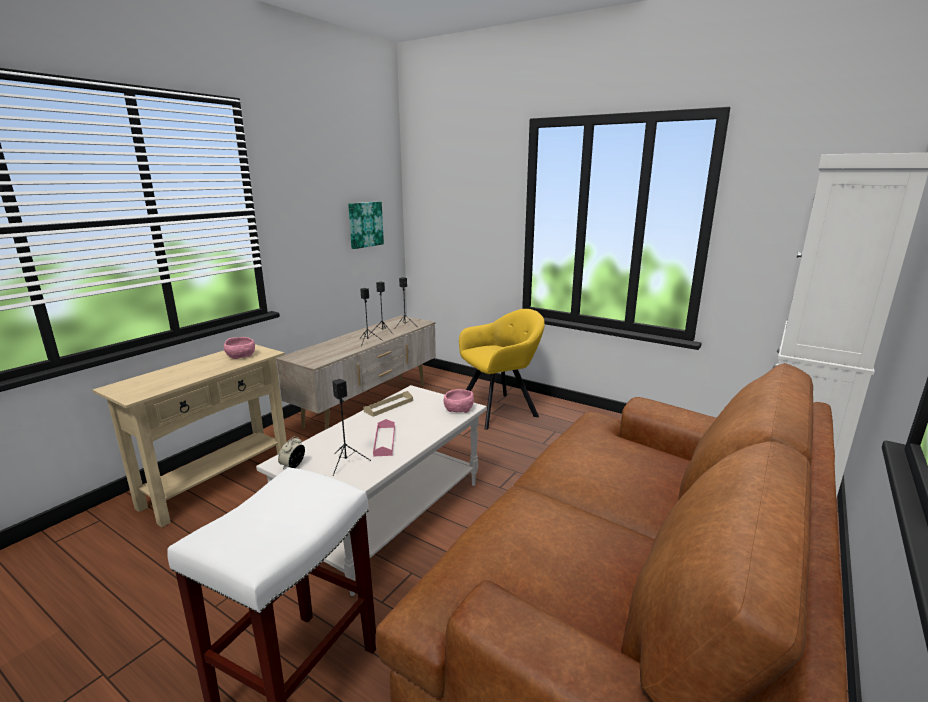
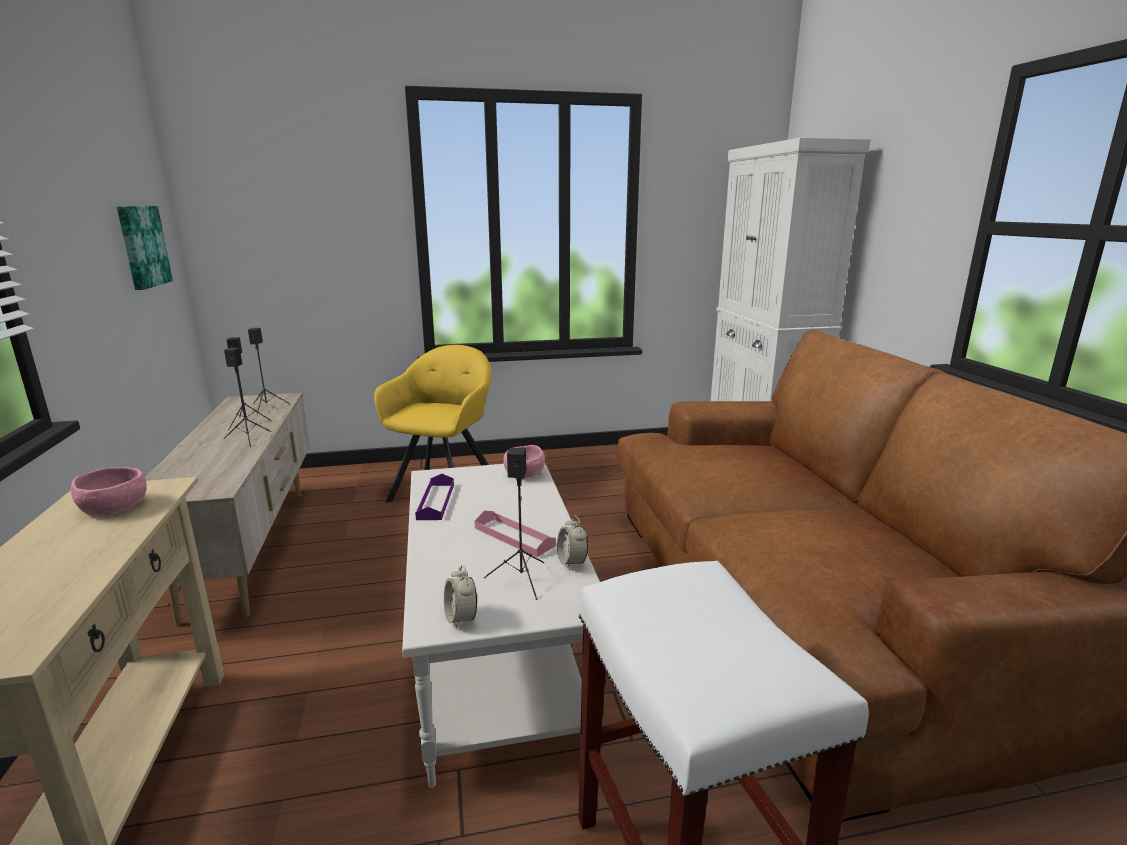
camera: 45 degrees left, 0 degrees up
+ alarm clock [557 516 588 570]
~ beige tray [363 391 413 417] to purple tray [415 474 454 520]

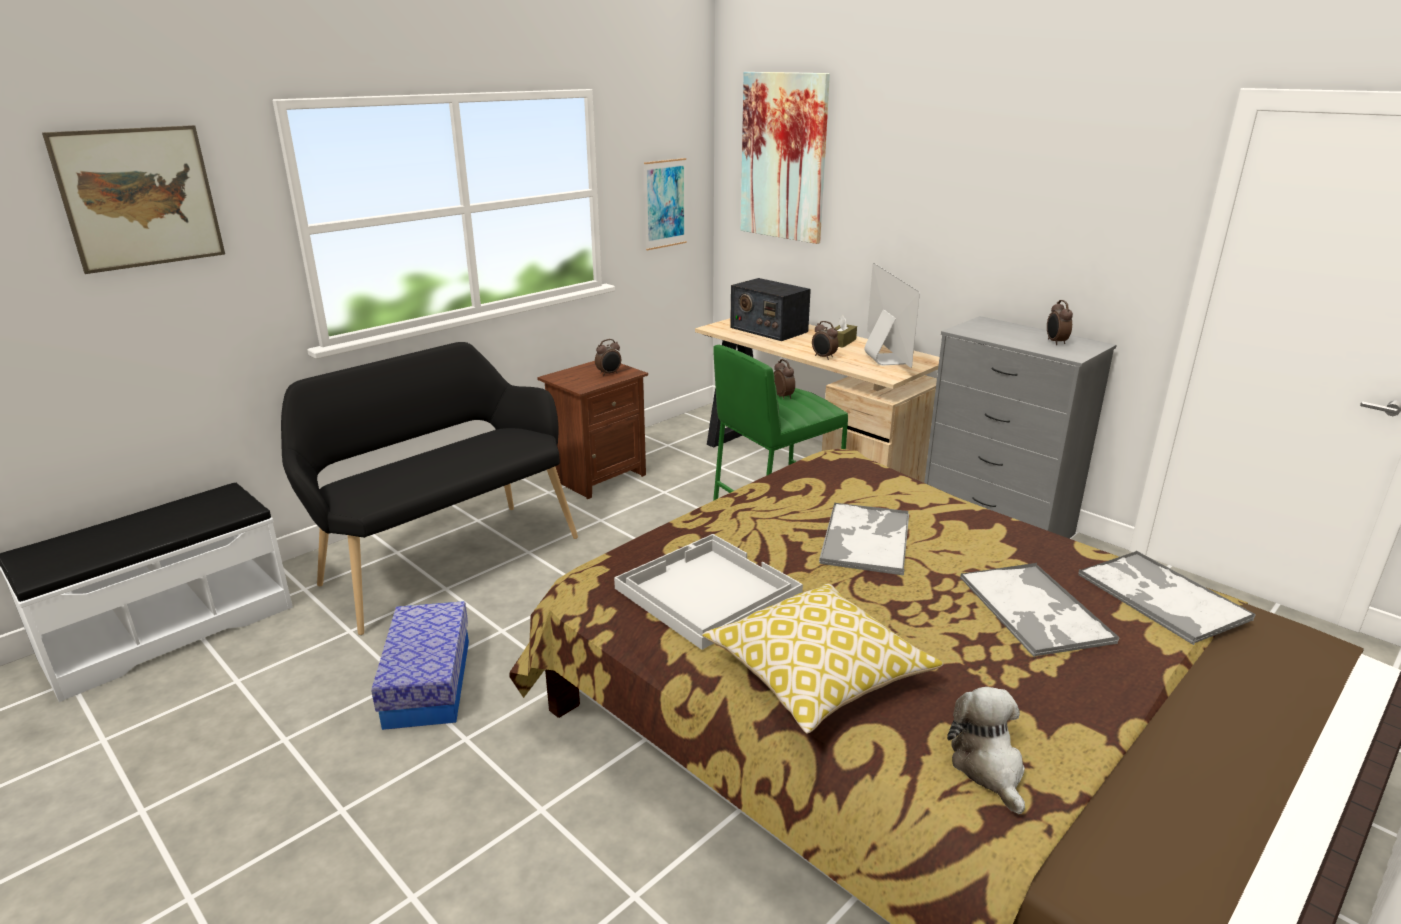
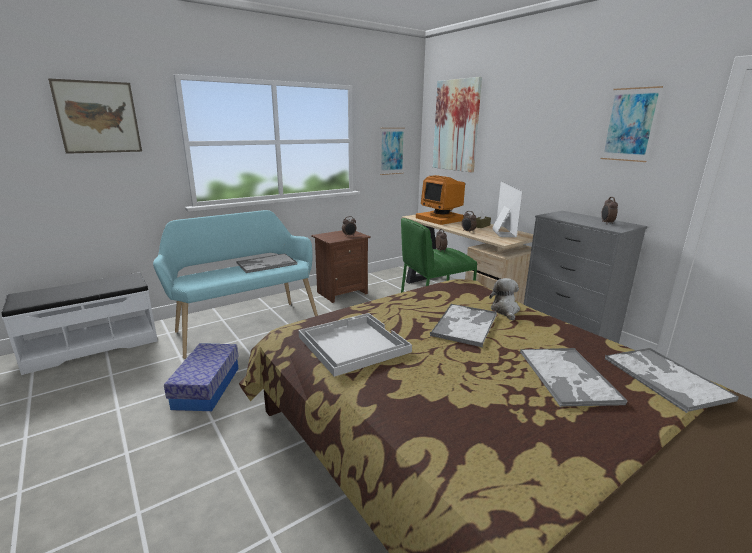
camera: 10 degrees right, 5 degrees down
- pillow [702 584 943 734]
+ tray [236 253 298 273]
+ picture [601 86 663 162]
~ plush toy [947 687 1025 815] to [489 278 520 321]
~ radio [730 278 811 341] to monitor [416 175 465 225]
~ black bench [281 342 578 635] to turquoise bench [153 210 318 359]

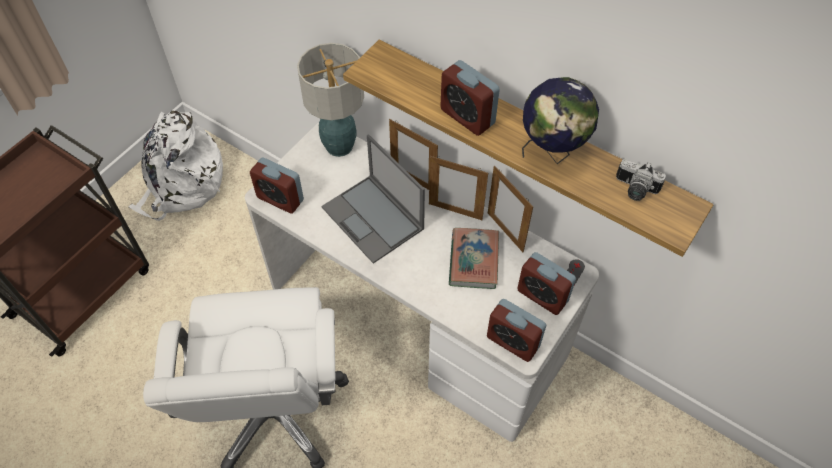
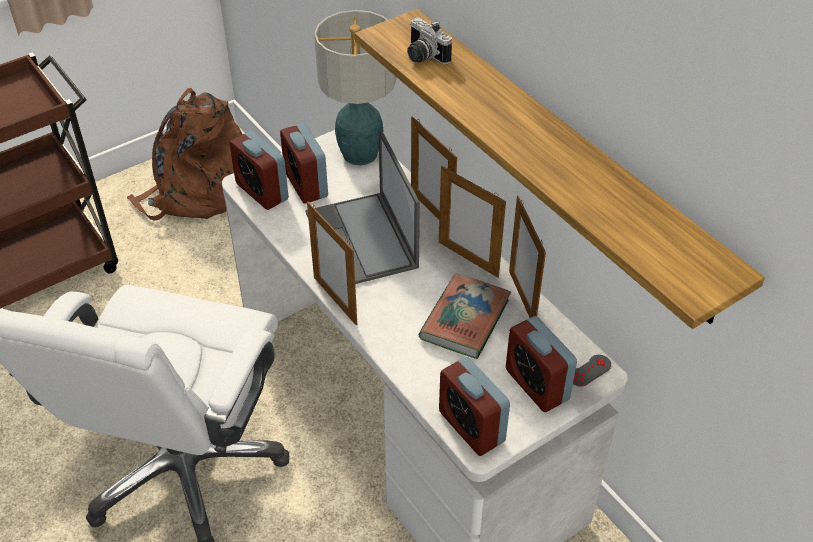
camera: 20 degrees right, 10 degrees down
- globe [522 77 599 164]
+ picture frame [307 202 357 326]
~ alarm clock [440 60 500 136] to [280 123 328 204]
~ photo camera [616 159 666 201] to [407 17 452 64]
~ white backpack [129 110 223 221] to brown backpack [127 88 242 220]

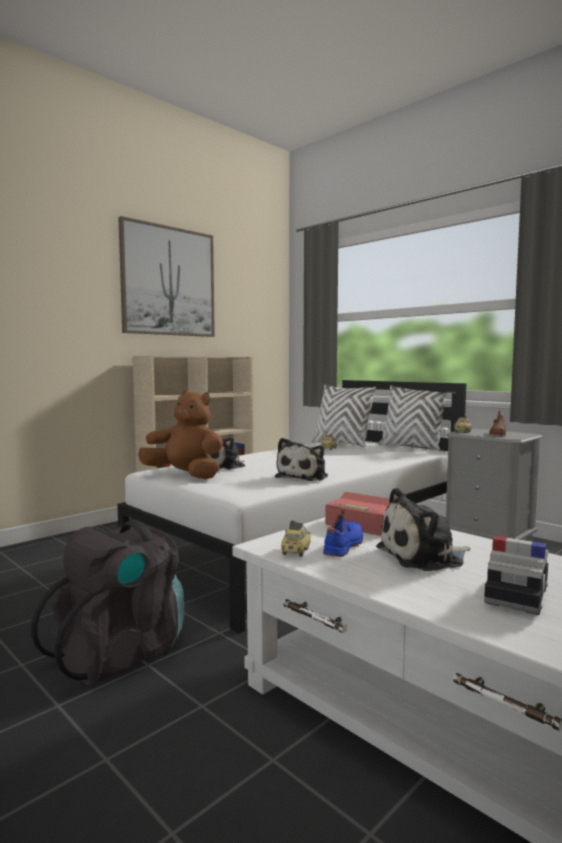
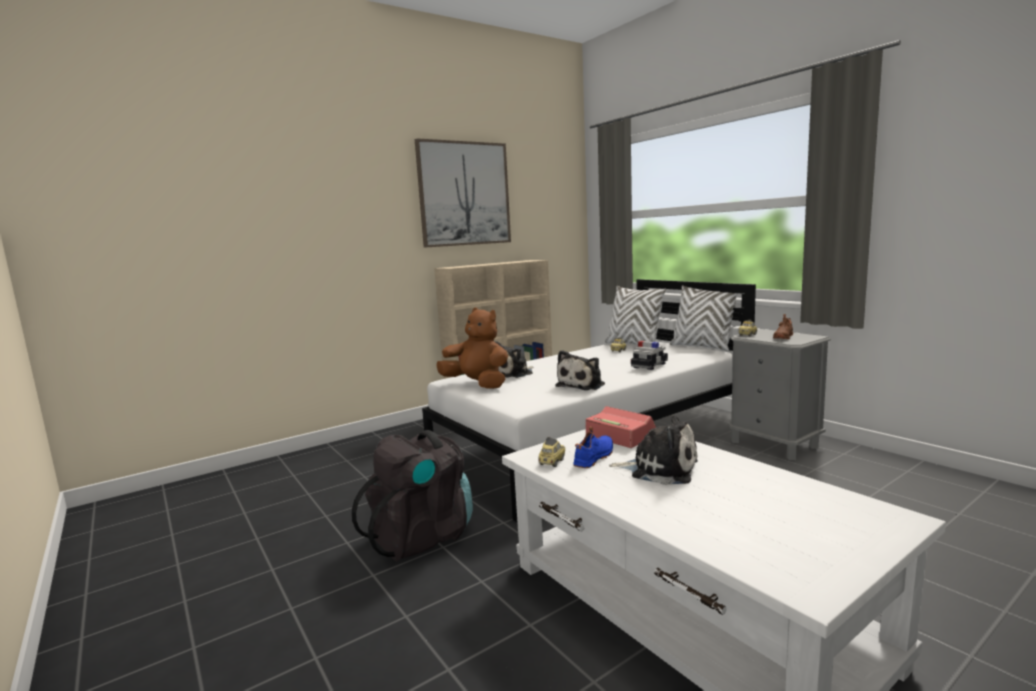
camera: 10 degrees right, 5 degrees up
~ toy car [484 536 548 615] to [631 341 668 370]
~ plush toy [376 488 471 571] = [609 415 698 485] 150 degrees counterclockwise

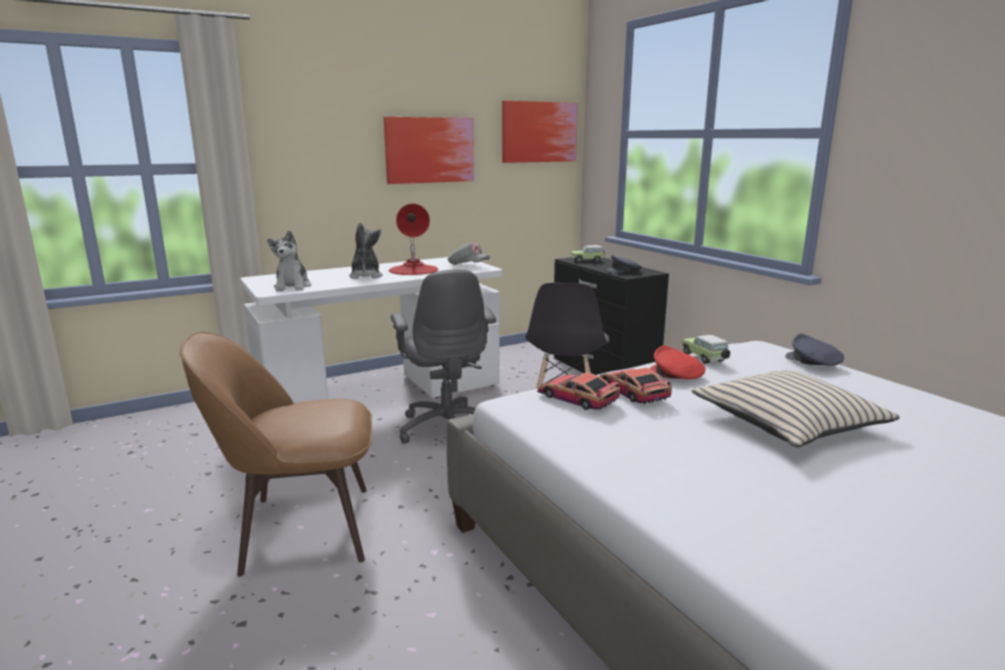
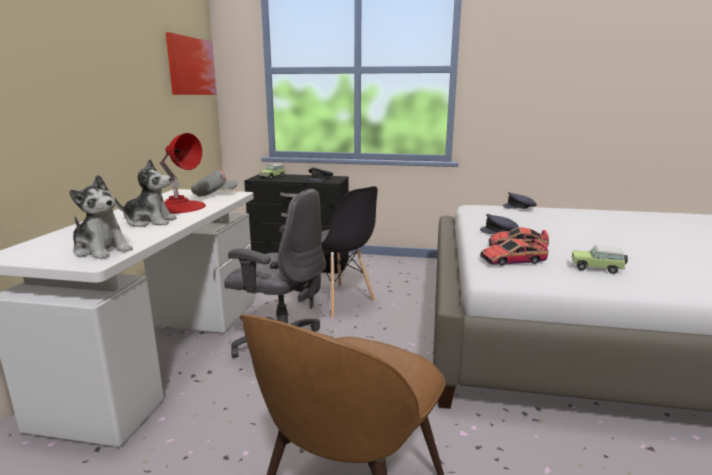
camera: 50 degrees left, 0 degrees up
- picture [384 117 474 184]
- beige pillow [691 370 900 447]
~ toy car [681 335 730 364] to [571 245 628 274]
~ red cap [650 346 705 380] to grey cap [480 214 519 234]
~ plush toy [349 223 383 279] = [114 159 177 227] 150 degrees clockwise

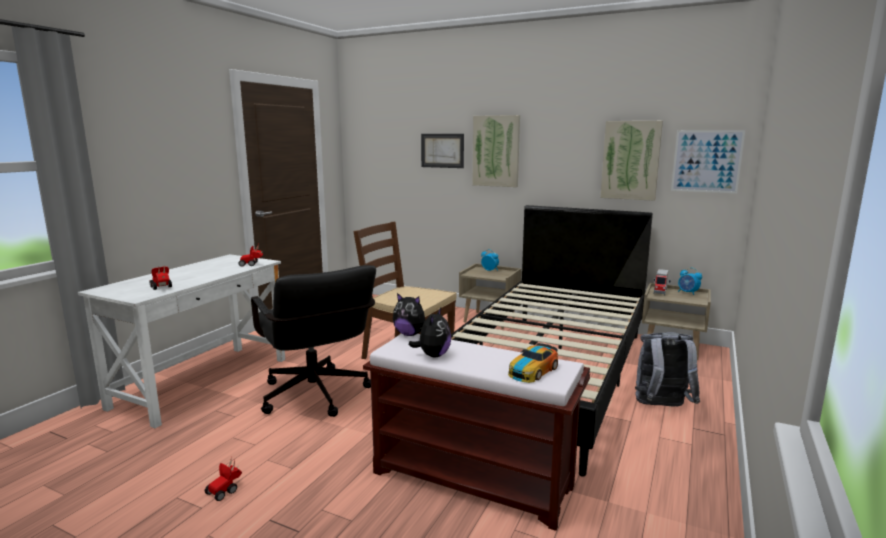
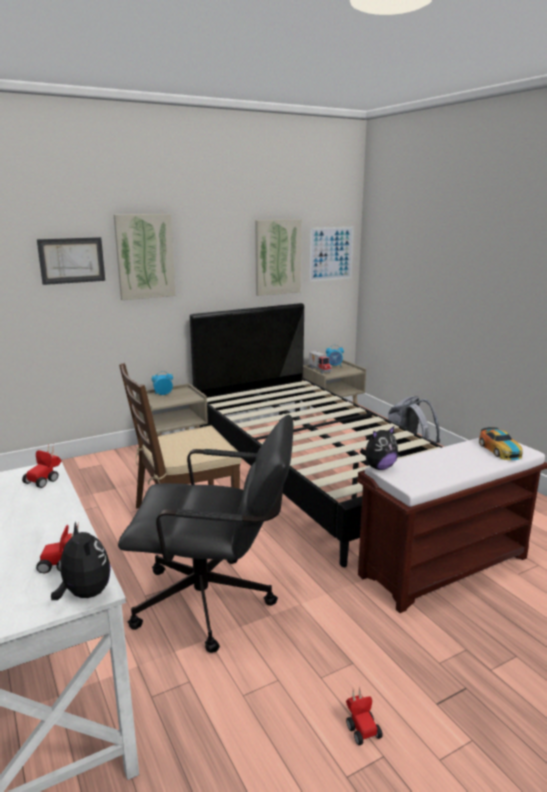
camera: 55 degrees left, 5 degrees up
~ plush toy [409 308 451 358] to [51 522 111 600]

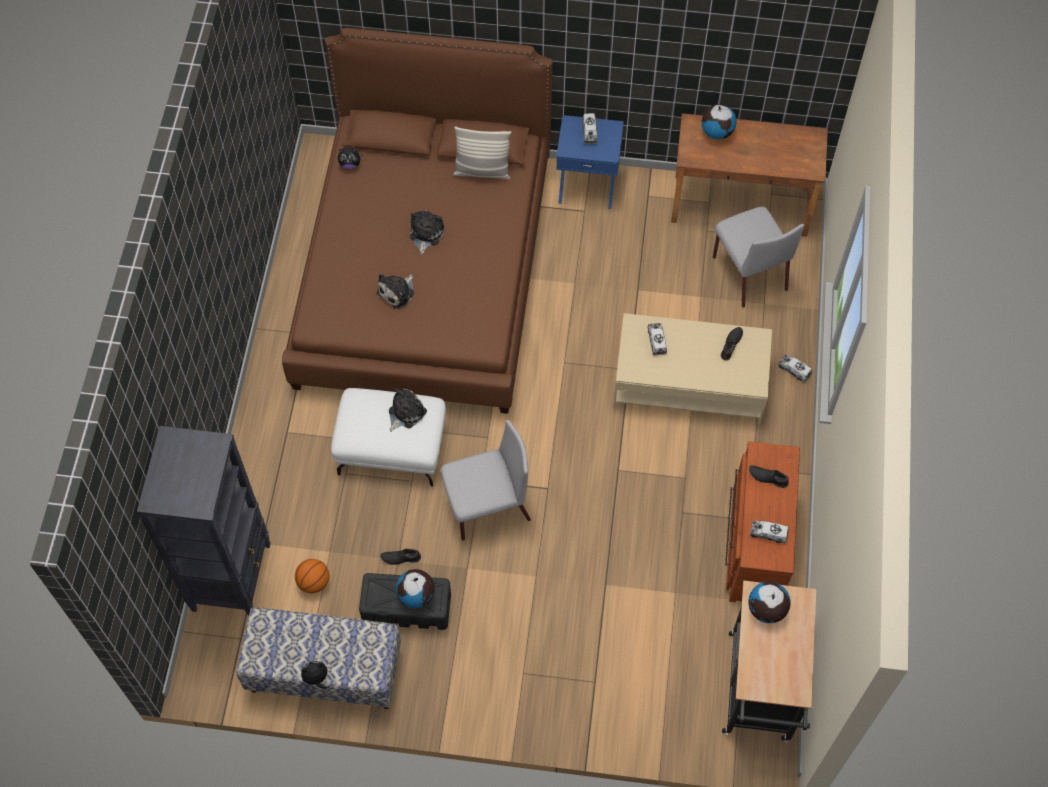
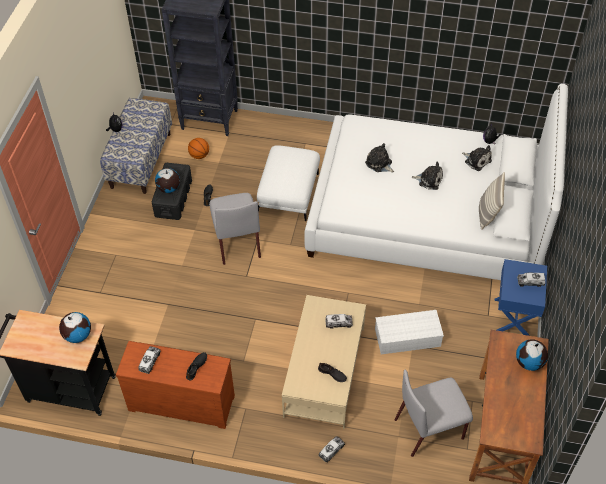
camera: 95 degrees right, 10 degrees down
+ white storage box [375 310 444 354]
~ plush toy [389 388 427 432] to [462 145 492 171]
~ brown bed [282 28 553 414] to white bed [304 84 568 280]

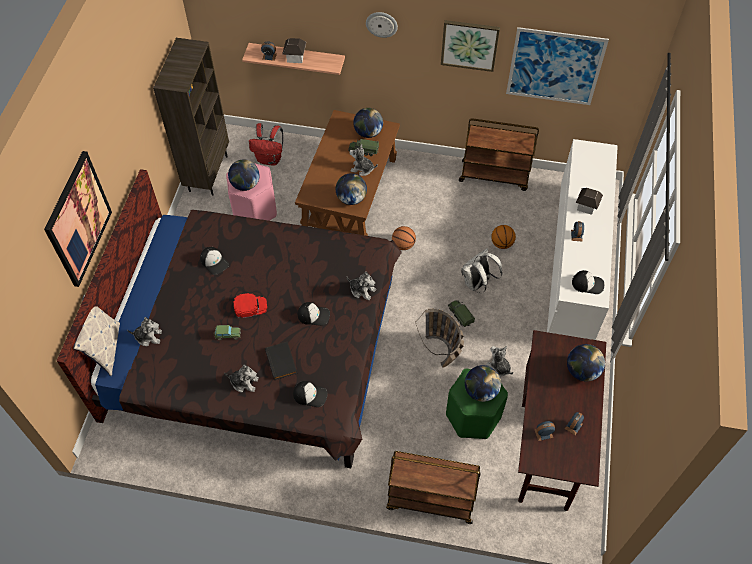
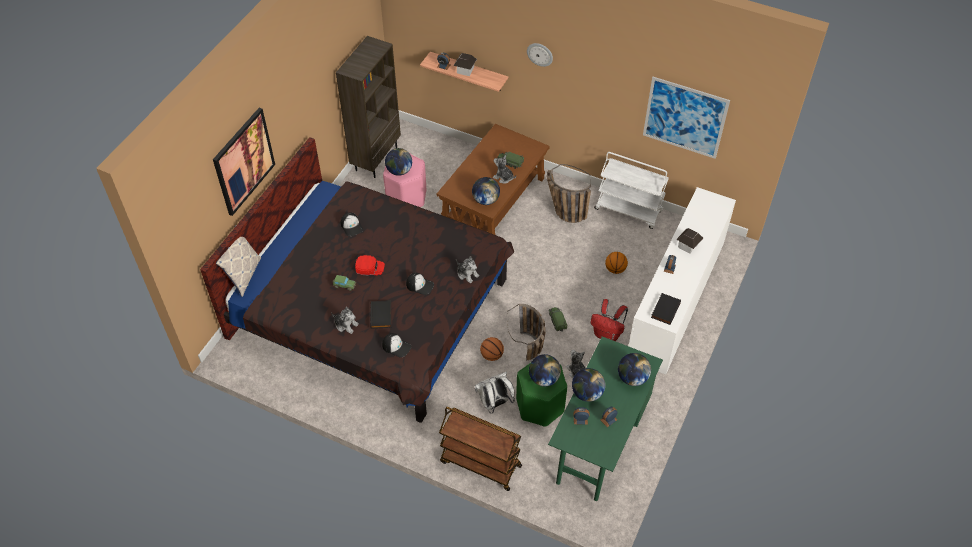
camera: 15 degrees right, 5 degrees down
- plush toy [127 317 162 346]
- picture [441 20 500 72]
+ basket [547 164 591 223]
~ red backpack [249 123 283 166] to [590 299 628 341]
~ globe [353 108 383 138] to [572 368 605 402]
~ basketball [392 226 416 250] to [480 337 504 361]
~ white backpack [461 248 502 293] to [475 371 515 414]
~ cap [572 270 604 294] to black book [651 293 681 325]
~ brown cart [459 118 539 191] to white cart [594 152 669 229]
~ brown desk [518 330 606 511] to green desk [548 336 663 501]

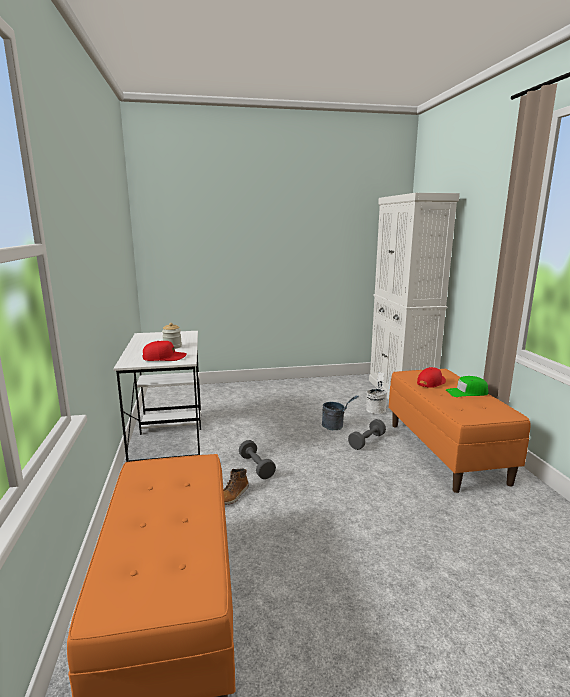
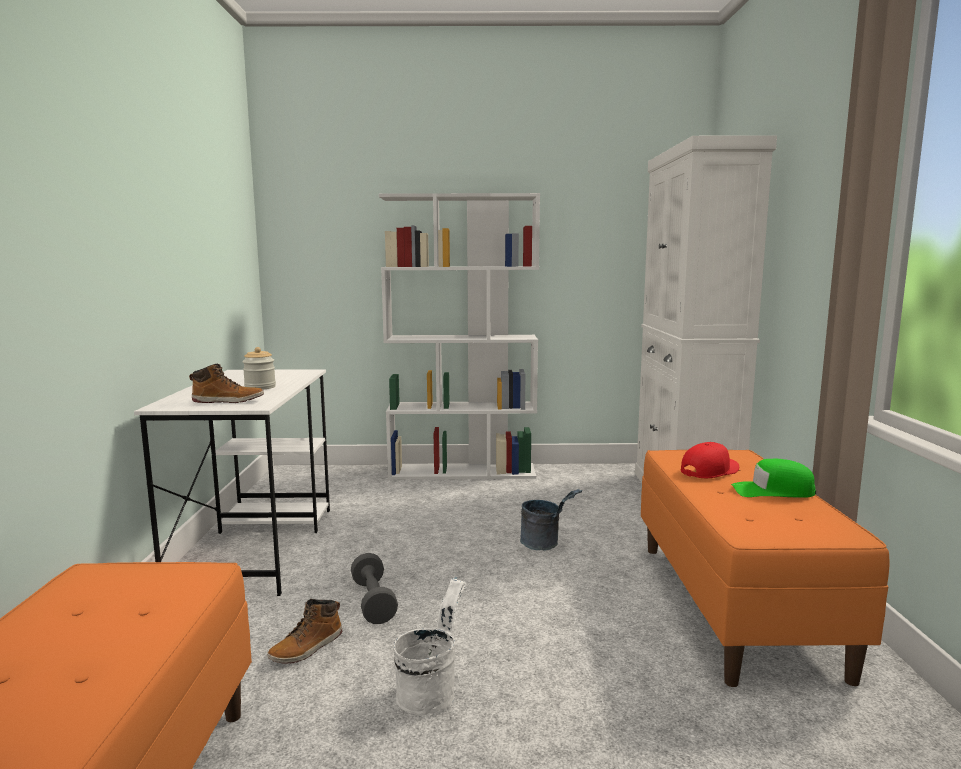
camera: 10 degrees right, 5 degrees down
- grey dumbbell [348 419 386 450]
+ white bookcase [379 193 540 479]
~ white bucket [366 372 387 414] to [394 577 466 715]
~ red cap [142 341 187 361] to boot [189 363 264 403]

